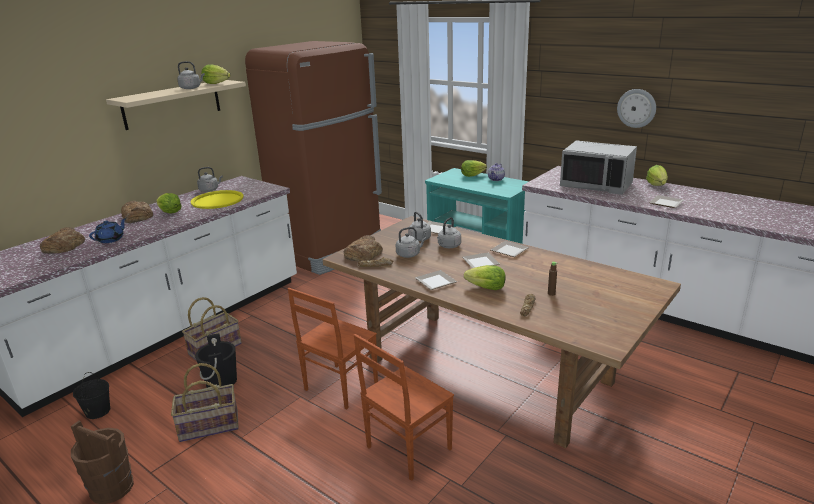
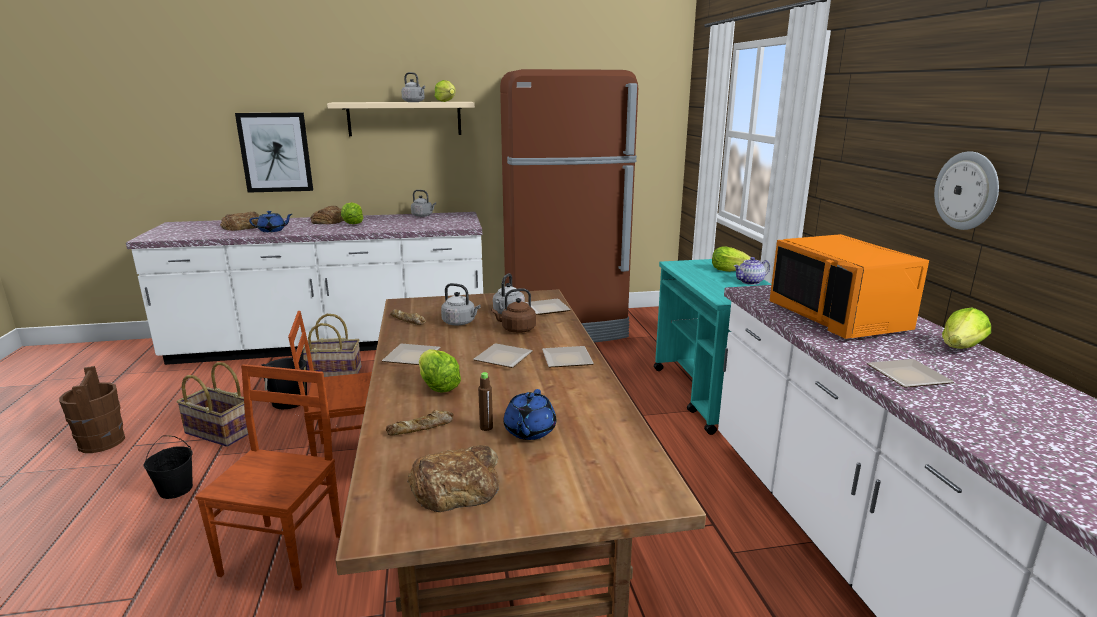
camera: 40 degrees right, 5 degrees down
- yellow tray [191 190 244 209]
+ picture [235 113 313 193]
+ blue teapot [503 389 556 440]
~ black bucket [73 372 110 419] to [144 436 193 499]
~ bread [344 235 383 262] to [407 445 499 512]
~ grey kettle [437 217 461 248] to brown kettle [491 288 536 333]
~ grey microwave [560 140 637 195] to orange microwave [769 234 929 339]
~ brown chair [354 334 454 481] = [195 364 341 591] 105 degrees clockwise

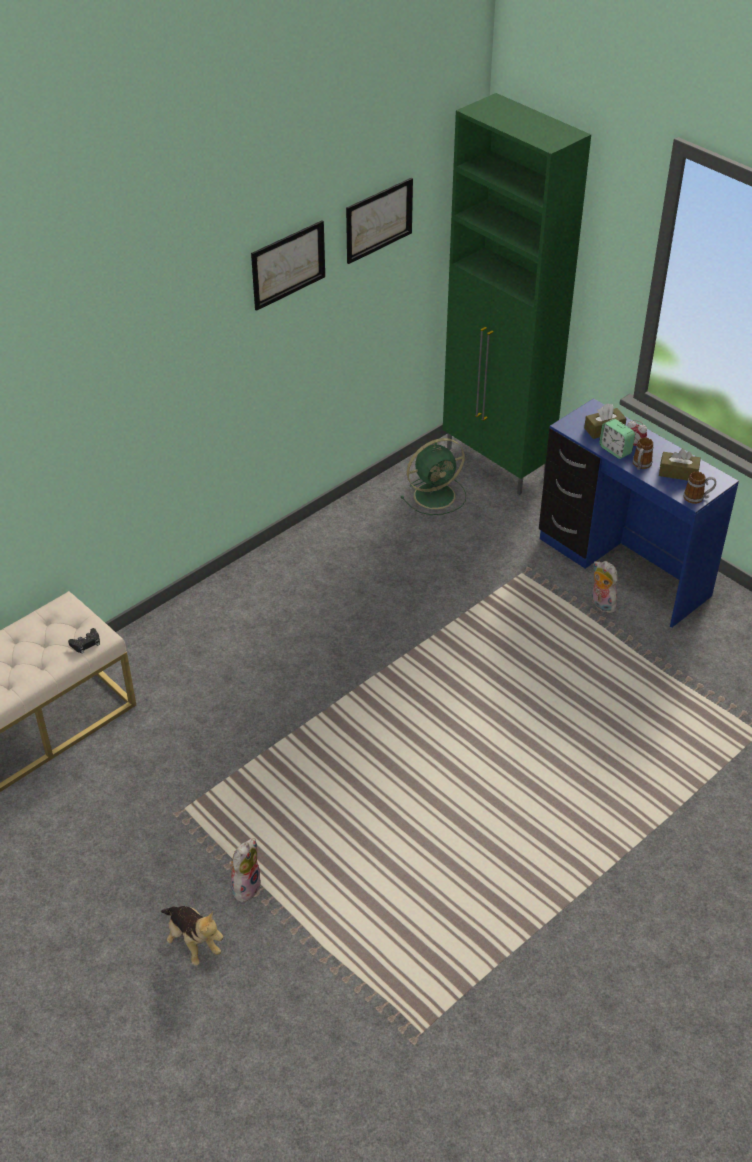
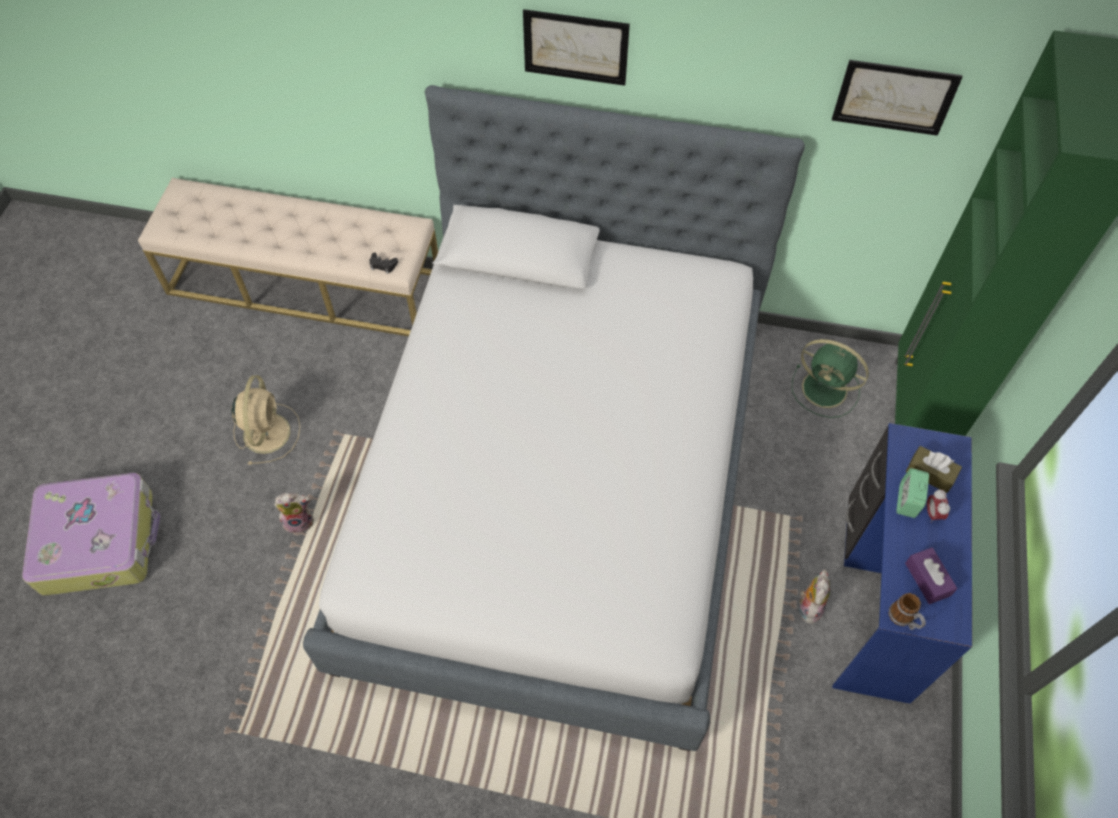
camera: 55 degrees right, 15 degrees up
- plush toy [161 906 223 966]
- mug [633 437 653 470]
+ suitcase [22 473 161 596]
+ beige fan [231 375 300 465]
+ bed [303 85 805 751]
~ picture [251 220 325 311] to [523 9 630 86]
~ brown tissue box [659 449 701 481] to purple tissue box [905 548 957 604]

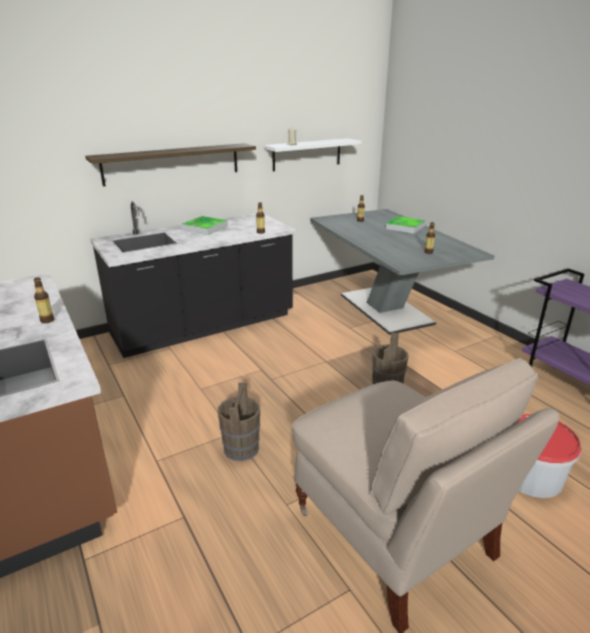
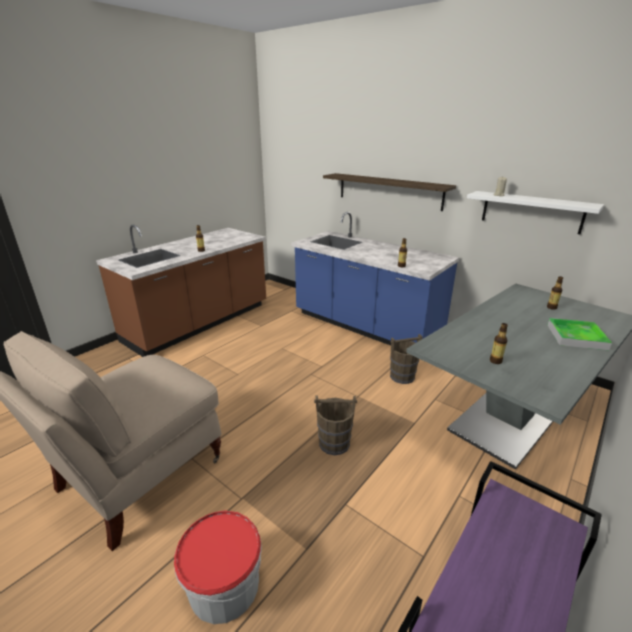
camera: 70 degrees right, 0 degrees up
- tray [181 216 228 235]
~ brown bucket [218 382 260 461] to [390 334 423 384]
~ black counter [90 201 296 358] to blue counter [292 212 459 345]

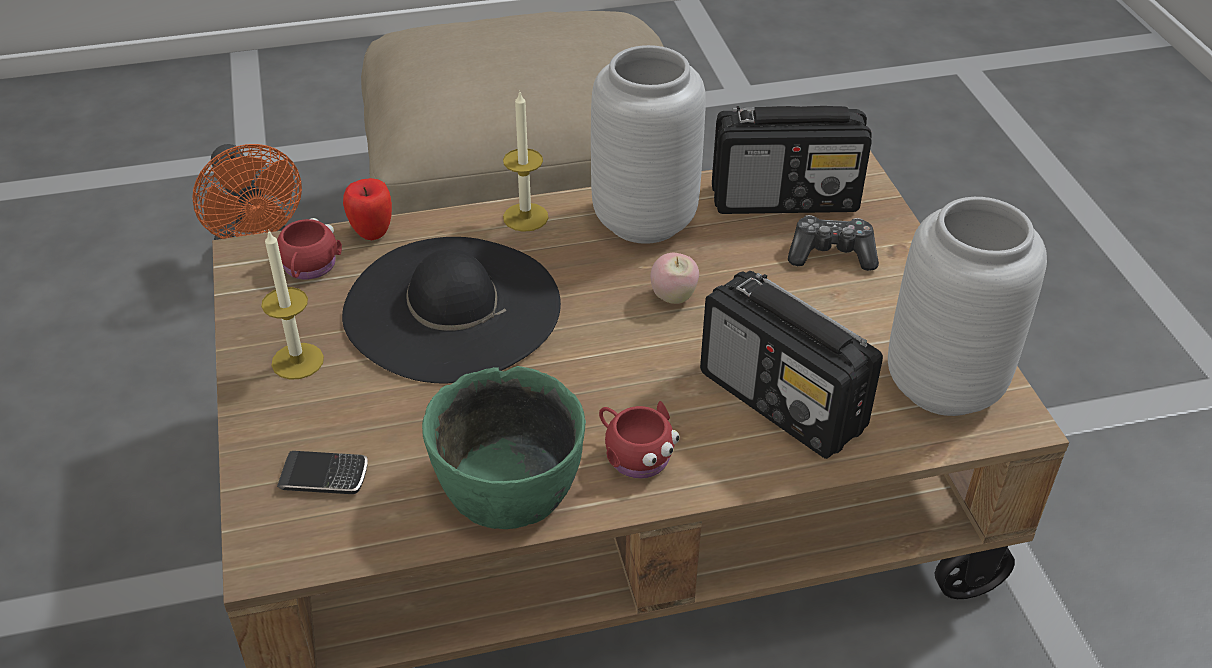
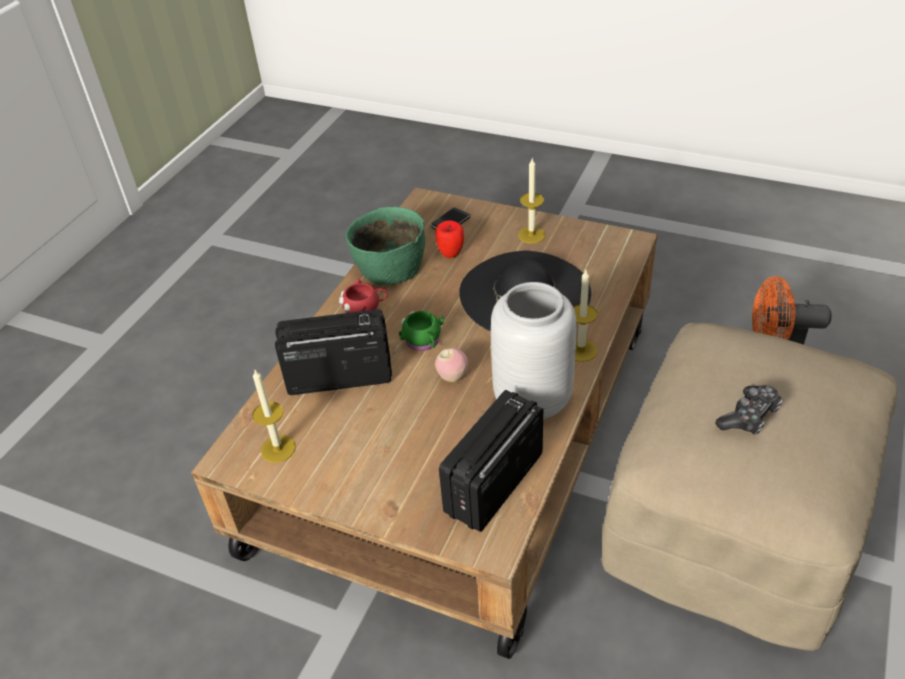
camera: 130 degrees right, 0 degrees up
- red mug [277 218 342 280]
+ green mug [399 311 444 351]
~ apple [343 178 392 240] to [435 220 464 258]
~ game controller [788 215 879 271] to [715 385 783 434]
~ grey vase [888 197 1047 416] to candle [252 370 296 463]

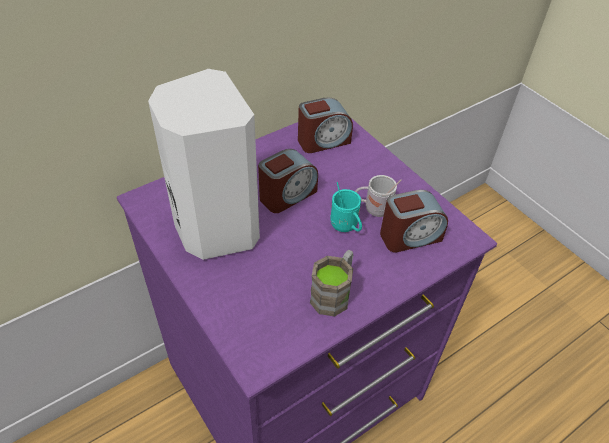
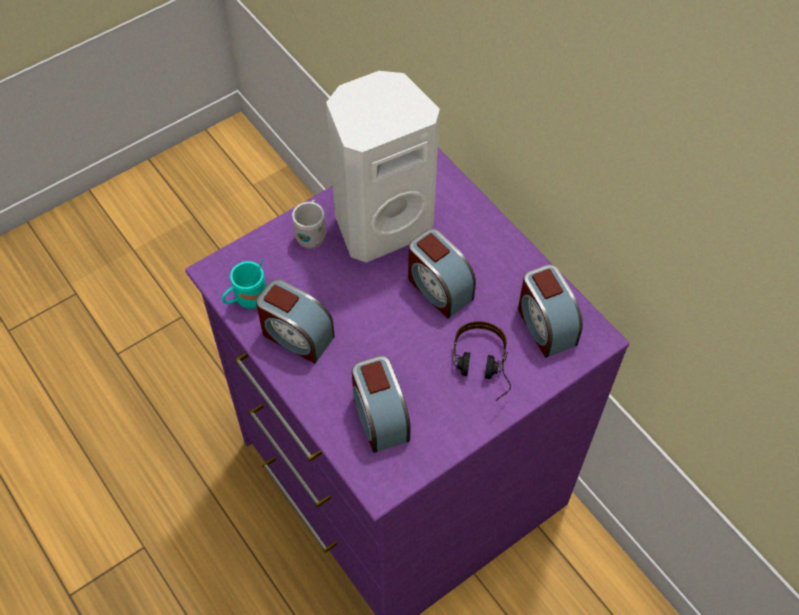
camera: 90 degrees right, 10 degrees up
+ headphones [453 321 511 401]
~ turquoise mug [330 182 362 232] to [222 259 266 309]
~ white mug [355 175 402 217] to [292 200 326 248]
~ brown mug [310 250 353 317] to alarm clock [256 279 335 364]

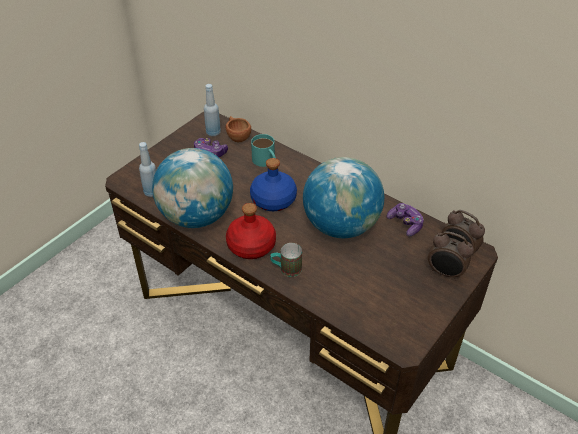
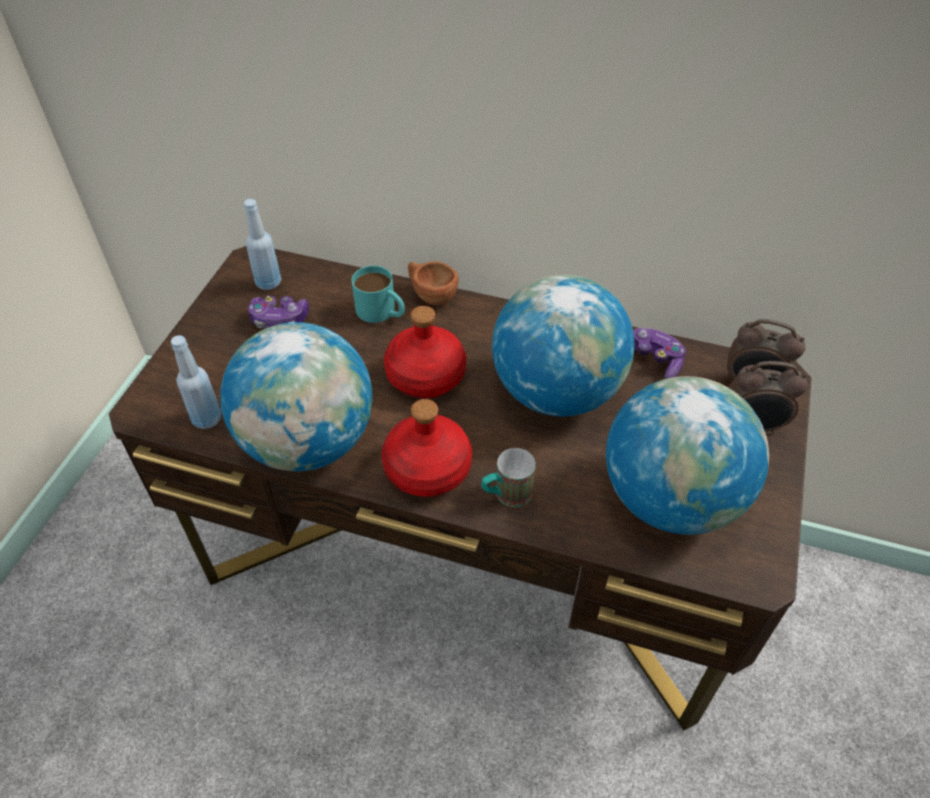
camera: 20 degrees left, 5 degrees up
+ globe [606 376 769 535]
~ brown cup [226 116 251 142] to [408 261 459 305]
~ blue bottle [250 158 297 211] to red bottle [384 306 466 398]

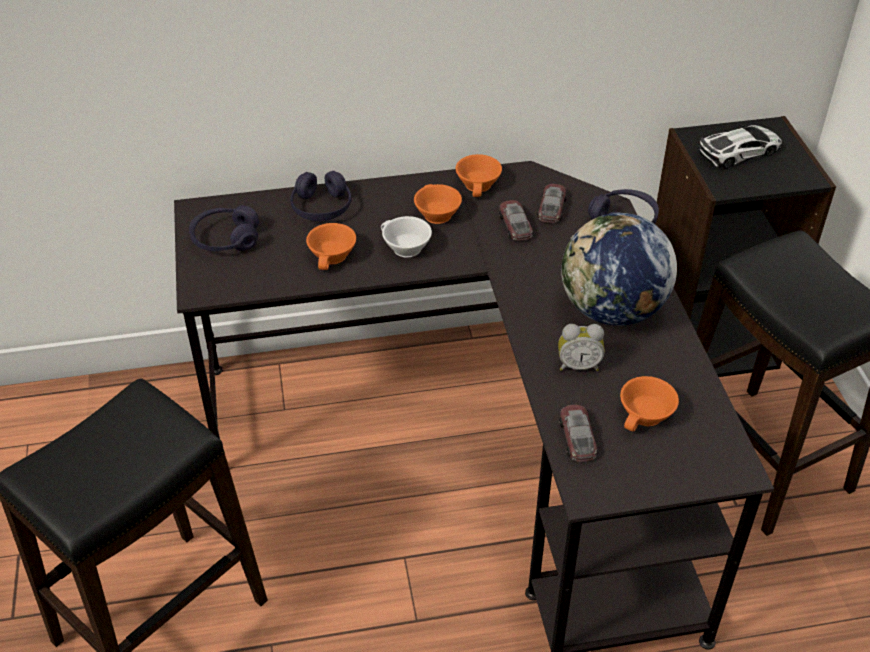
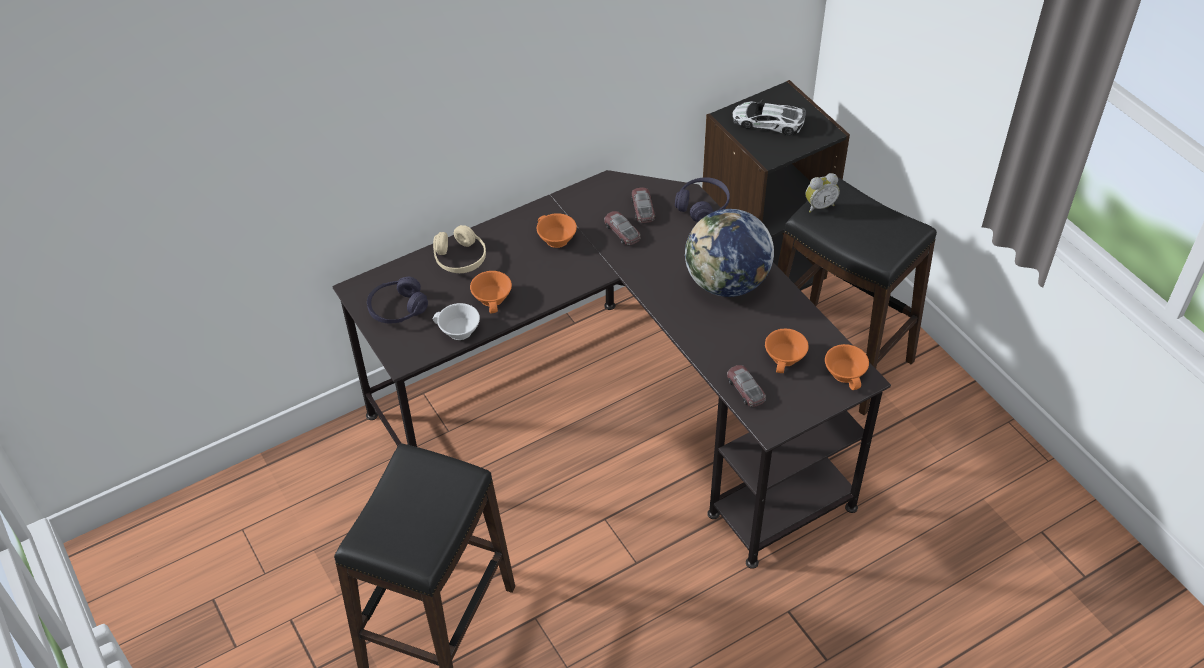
camera: 20 degrees left, 5 degrees up
~ white cup [381 216 432 258] to [433 303 480 340]
~ orange cup [456 154 502 197] to [825 344 869 390]
~ alarm clock [558 324 605 371] to [805 173 840 213]
~ purple headphones [290 171 352 221] to beige headphones [433 225 486 273]
~ toy car [698 124 782 169] = [732 100 806 136] 120 degrees counterclockwise

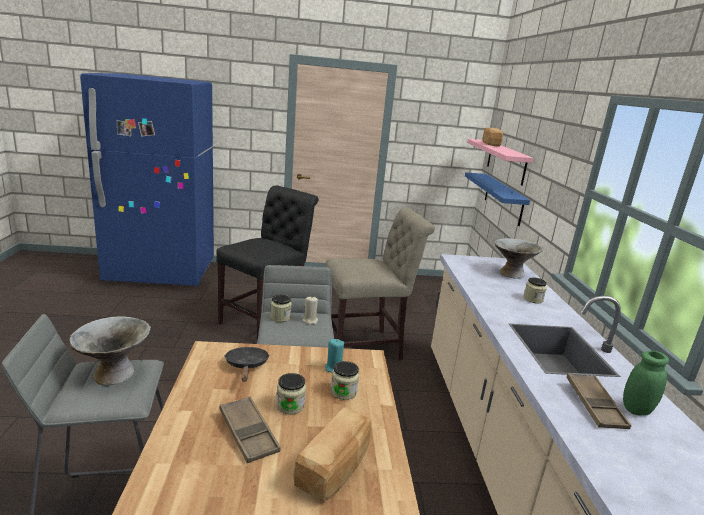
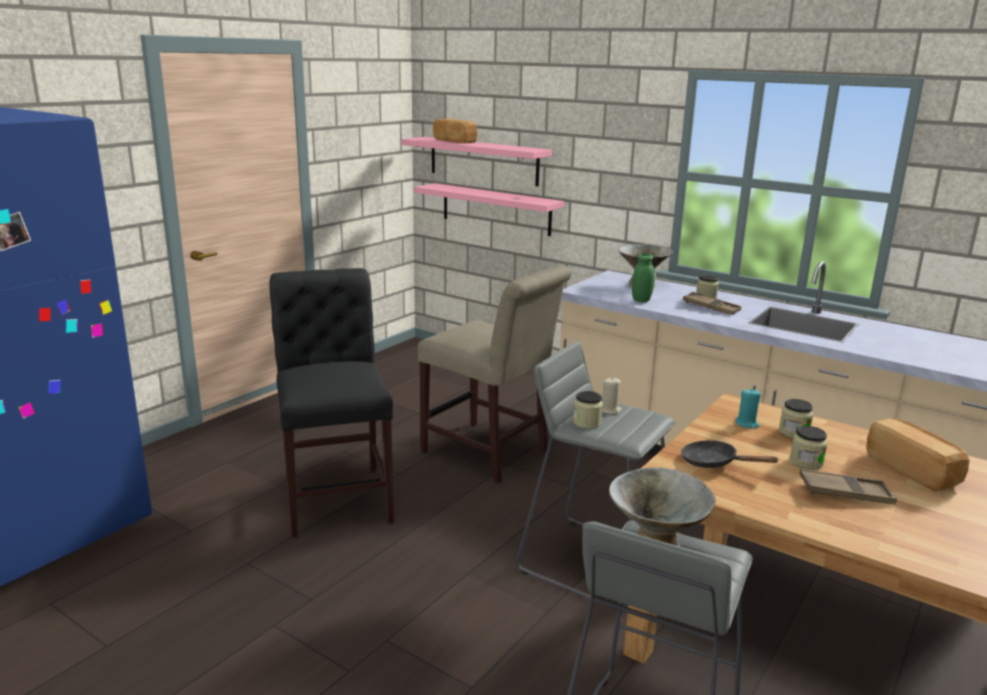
camera: 50 degrees left, 0 degrees up
~ brown tray [566 374 631 429] to [683 292 741 315]
~ green jar [623 351 669 416] to [632 253 655 303]
~ blue shelf [465 172 530 226] to pink shelf [415 183 565 236]
~ beige chair [325 208 435 360] = [418 266 572 483] 105 degrees clockwise

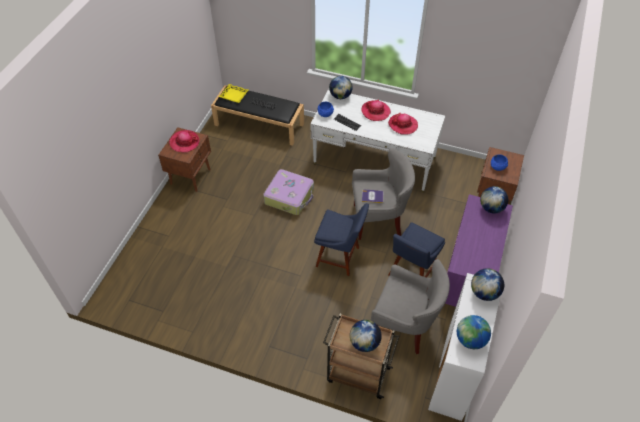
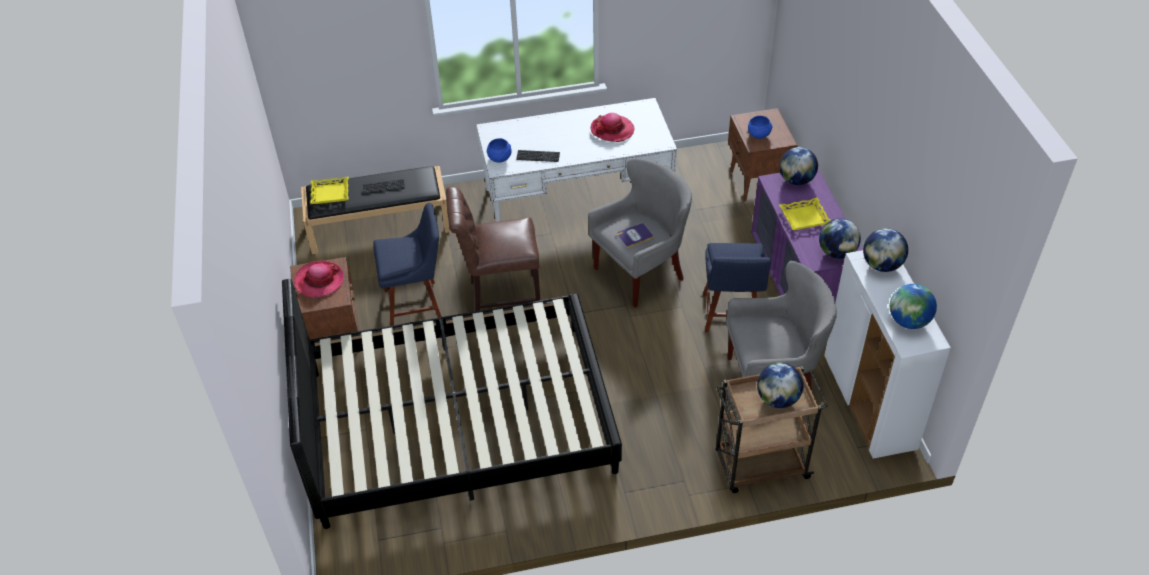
camera: 30 degrees left, 5 degrees down
- hat [361 100 391 121]
+ black bed [282 279 622 529]
+ yellow tray [779 198 831 230]
~ blue chair [314 203 369 276] to [373 203 442 326]
~ globe [329 76 353 99] to [819 218 861 259]
~ suitcase [263 169 314 215] to brown chair [446 187 540 311]

